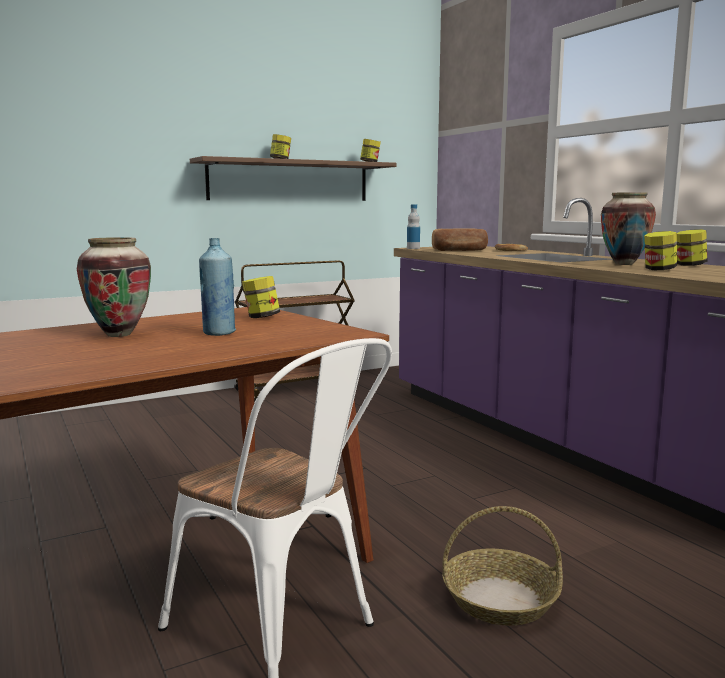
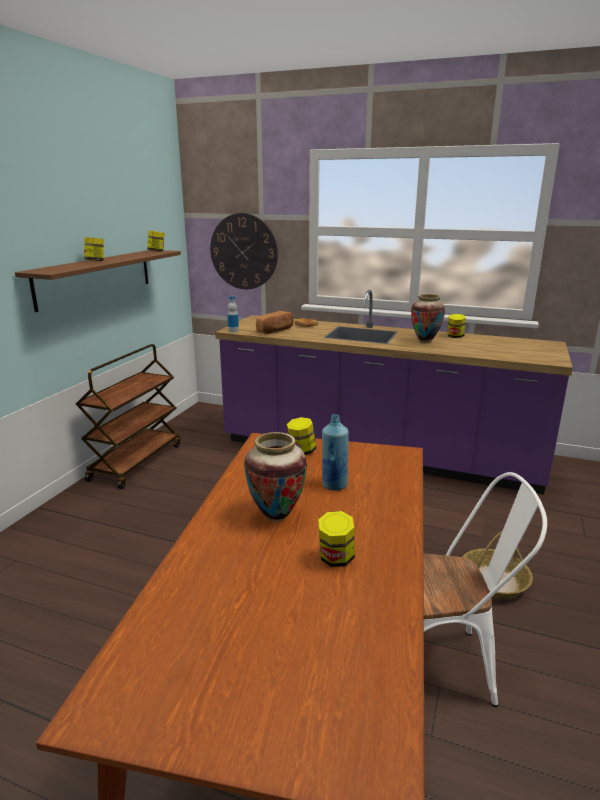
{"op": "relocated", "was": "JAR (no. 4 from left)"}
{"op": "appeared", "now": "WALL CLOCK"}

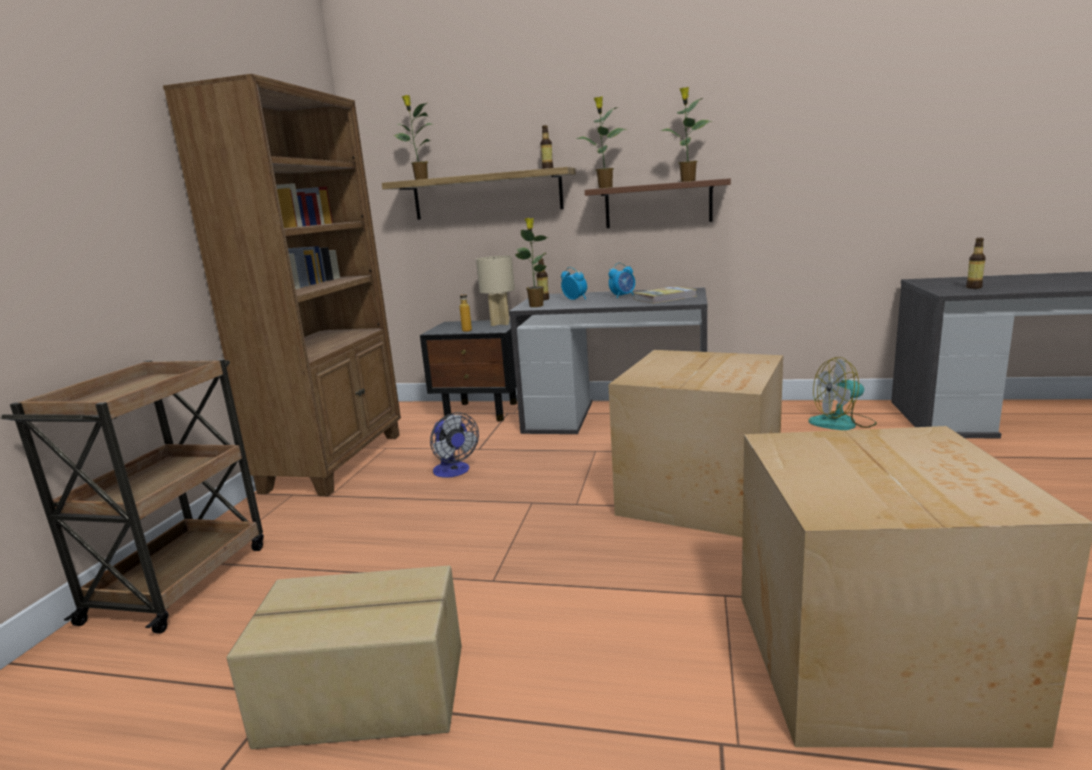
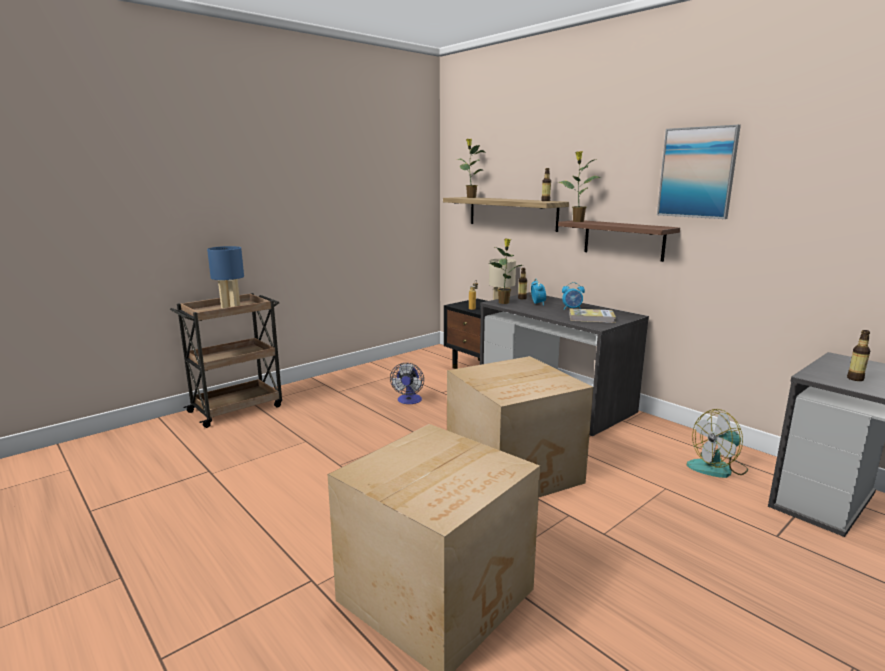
{"op": "missing", "was": "BROWN BOOKCASE"}
{"op": "missing", "was": "CARDBOARD BOX (no. 1 from left)"}
{"op": "missing", "was": "POTTED PLANT (no. 4 from left)"}
{"op": "spun", "was": "FAN (no. 2 from left)", "clockwise": -45}
{"op": "appeared", "now": "BLUE TABLE LAMP"}
{"op": "appeared", "now": "PICTURE"}

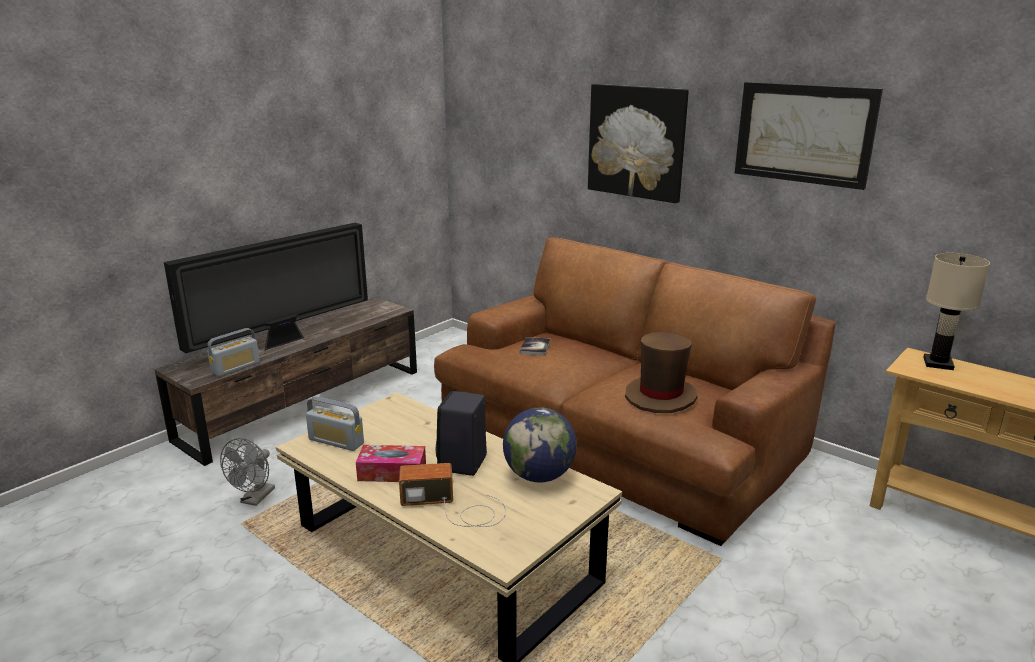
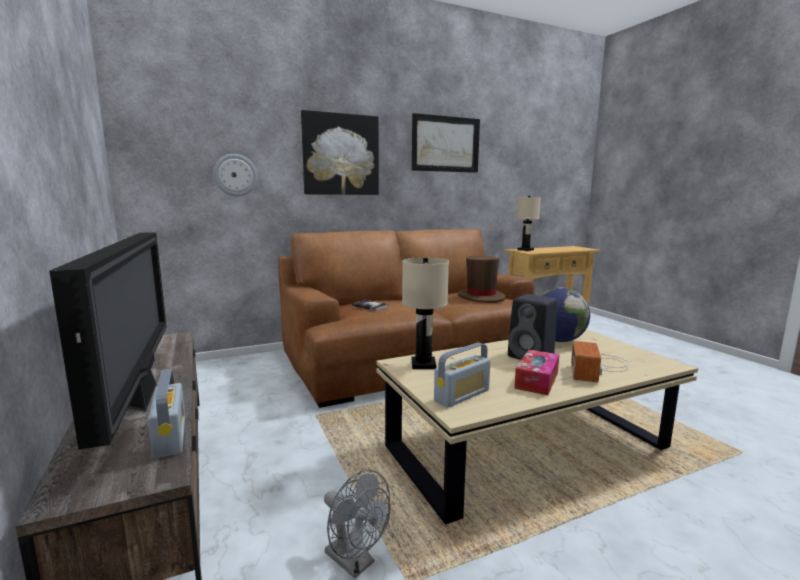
{"op": "appeared", "now": "WALL CLOCK"}
{"op": "appeared", "now": "BEIGE TABLE LAMP (no. 1 from left)"}

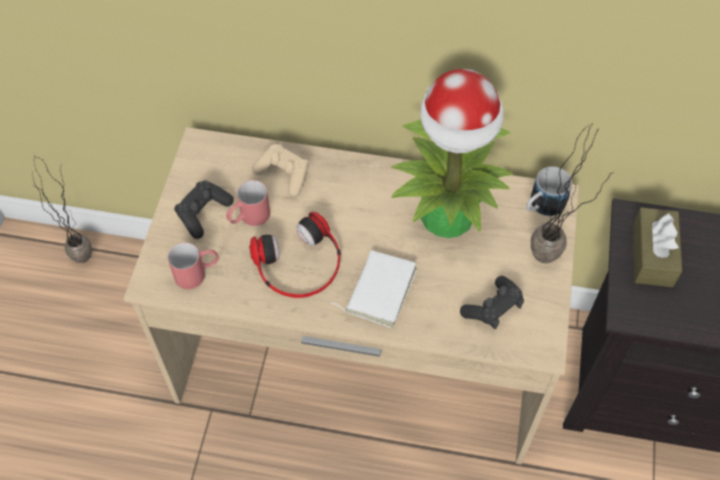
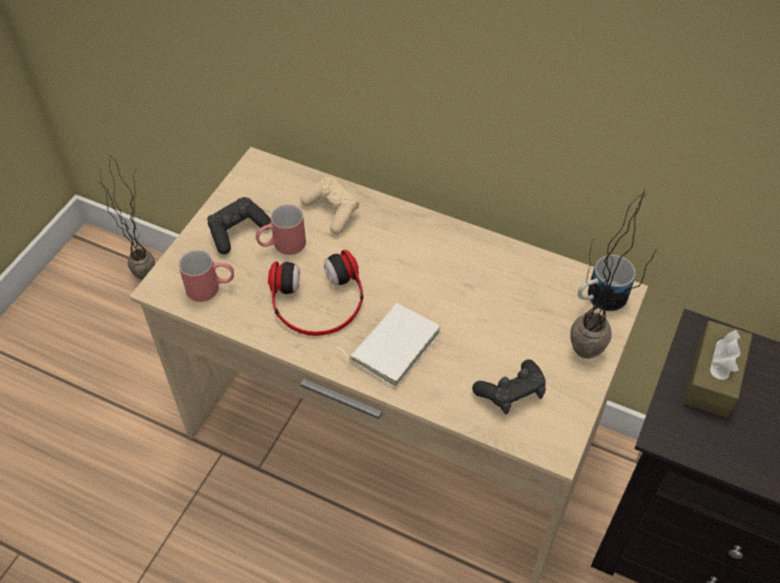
{"op": "missing", "was": "POTTED PLANT (no. 2 from left)"}

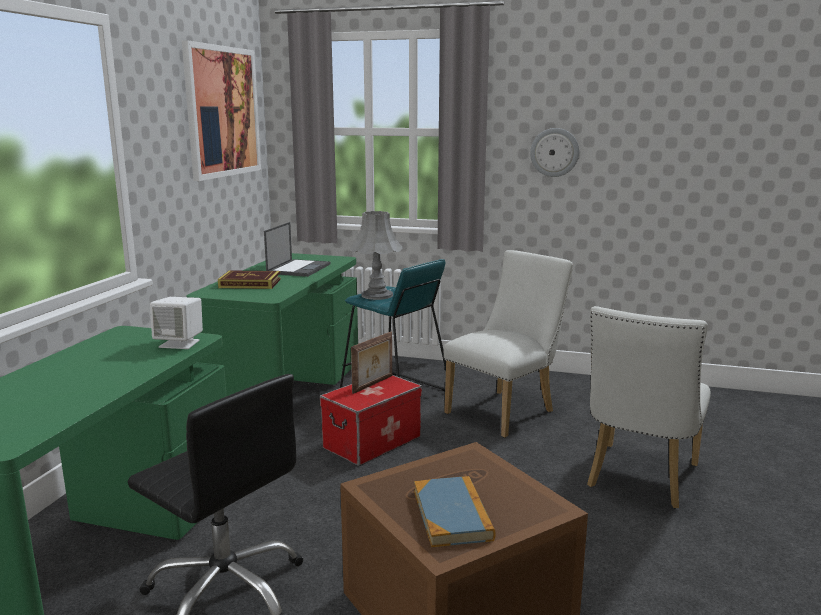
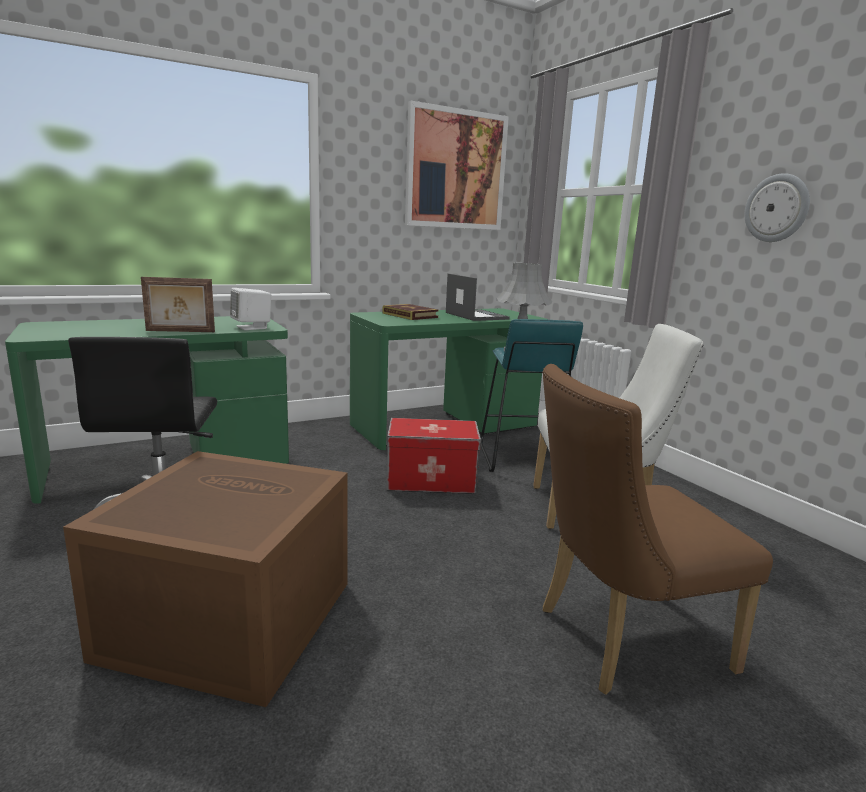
{"op": "spun", "was": "LAPTOP", "clockwise": -90}
{"op": "relocated", "was": "PICTURE FRAME"}
{"op": "missing", "was": "BOOK (no. 2 from left)"}
{"op": "colour", "was": "WHITE CHAIR (no. 2 from left)", "now": "BROWN CHAIR"}

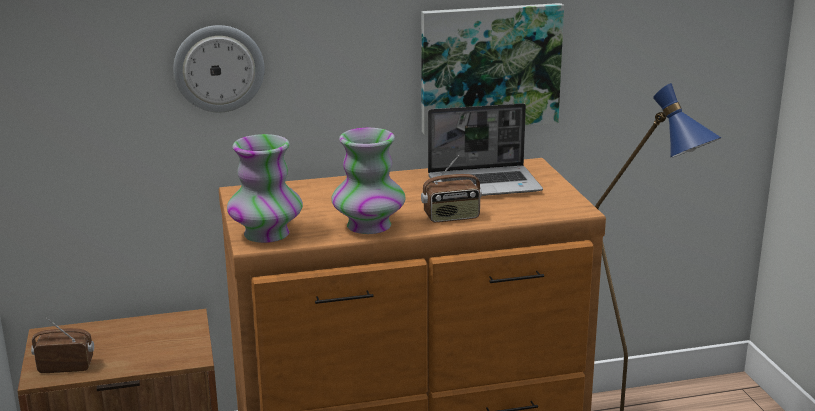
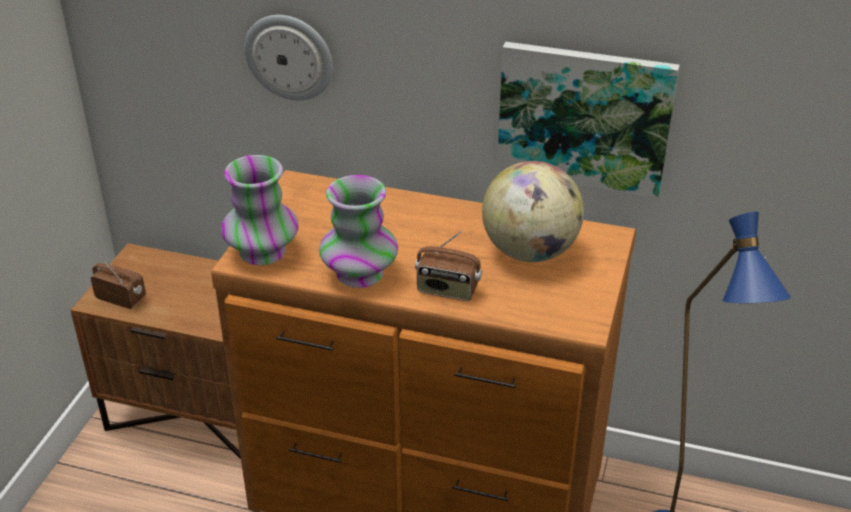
{"op": "exchanged", "was": "LAPTOP", "now": "GLOBE"}

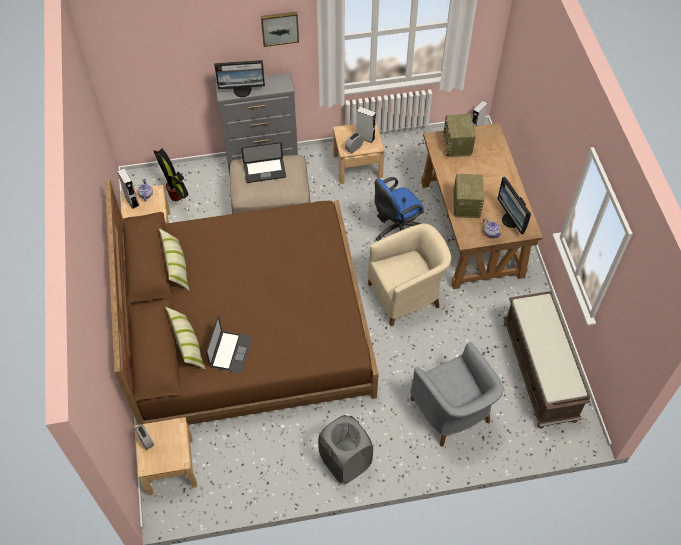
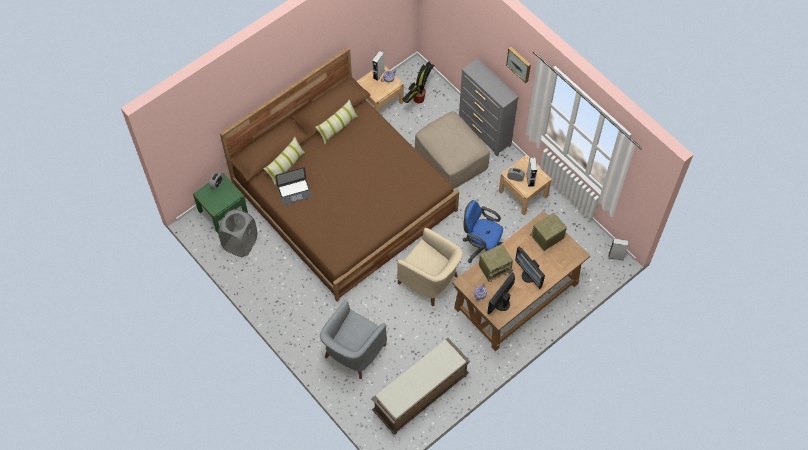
{"op": "colour", "was": "BEIGE NIGHTSTAND (no. 2 from left)", "now": "GREEN NIGHTSTAND"}
{"op": "relocated", "was": "MONITOR (no. 1 from left in the first image)", "now": "MONITOR (no. 2 from left)"}
{"op": "missing", "was": "LAPTOP (no. 2 from left)"}
{"op": "relocated", "was": "GREY LAUNDRY BASKET"}

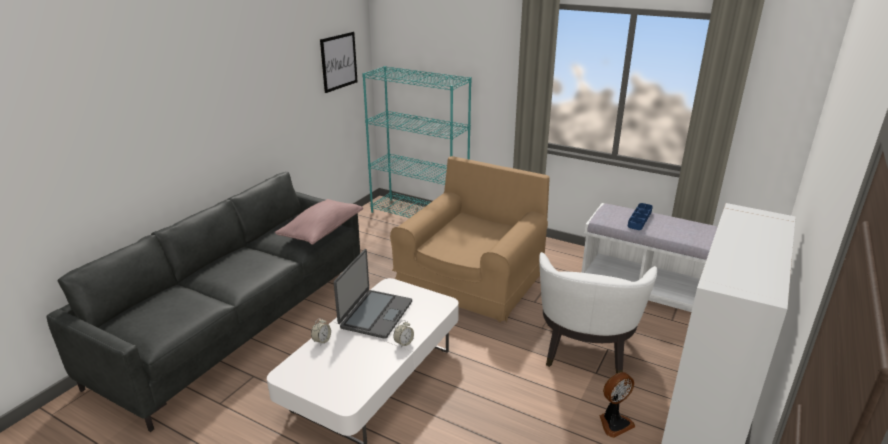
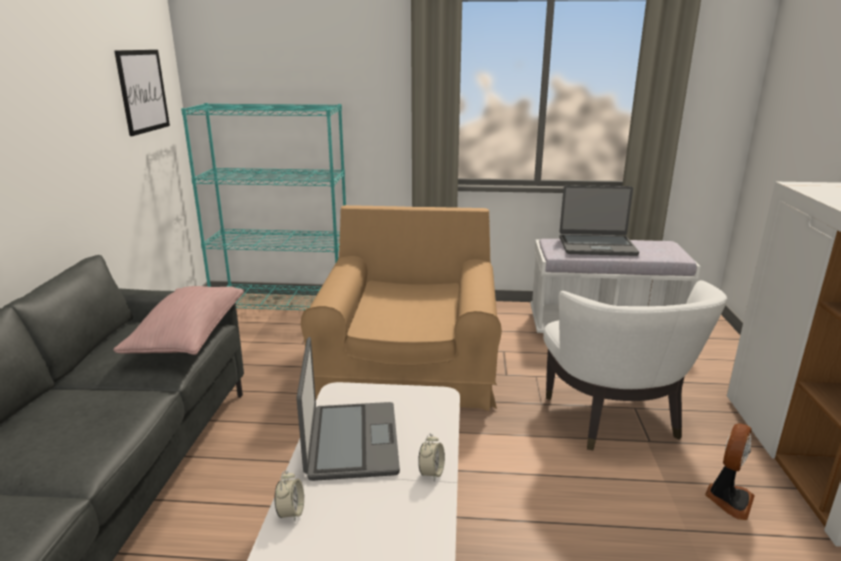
{"op": "exchanged", "was": "BLUE TRAY", "now": "LAPTOP (no. 2 from left)"}

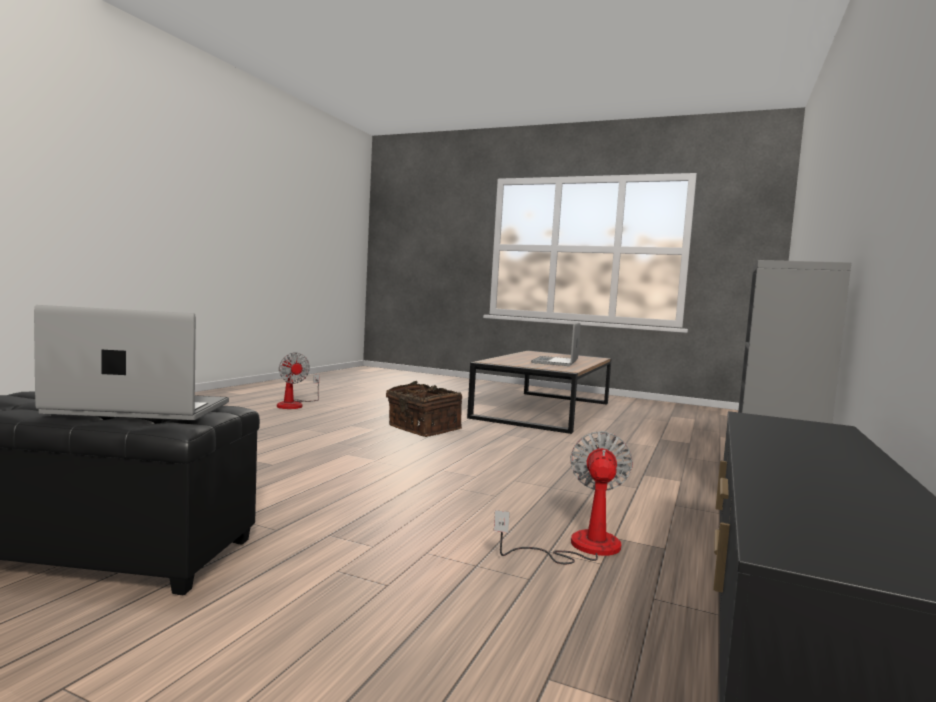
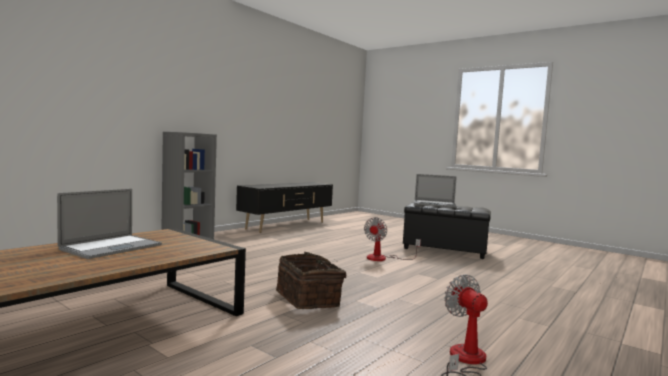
{"op": "relocated", "was": "FAN (no. 2 from left in the first image)", "now": "FAN (no. 1 from left)"}

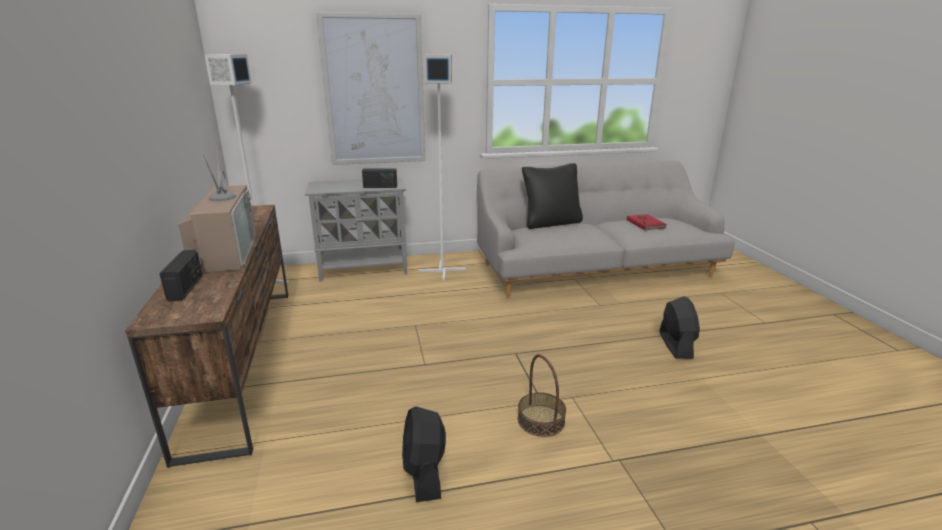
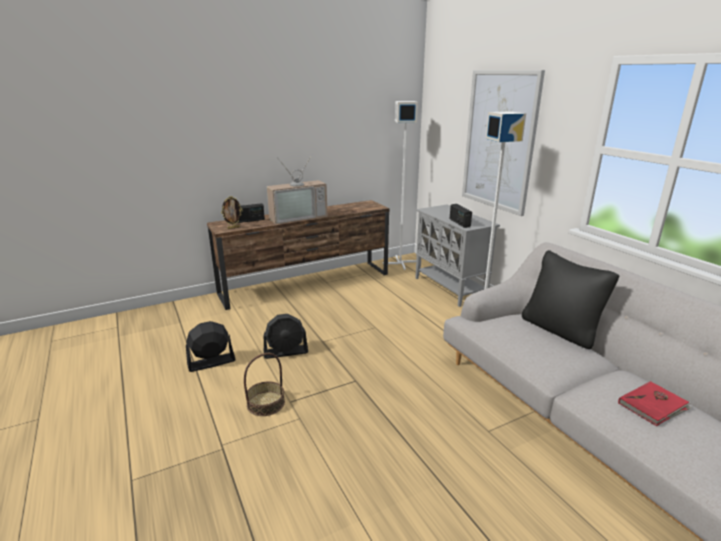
{"op": "relocated", "was": "BLACK FAN (no. 2 from left)"}
{"op": "appeared", "now": "PICTURE FRAME"}

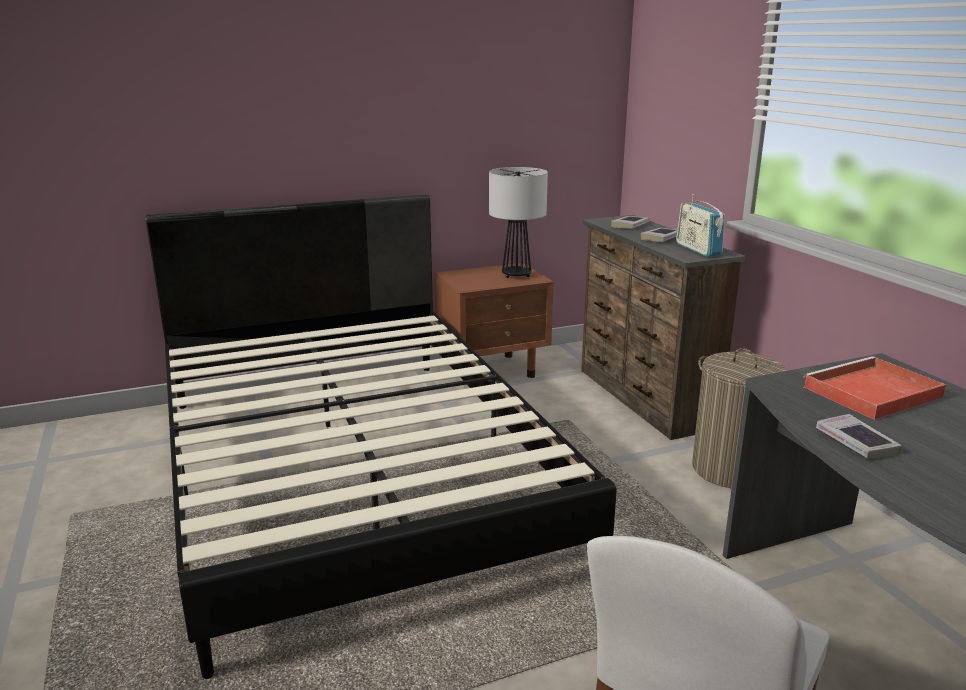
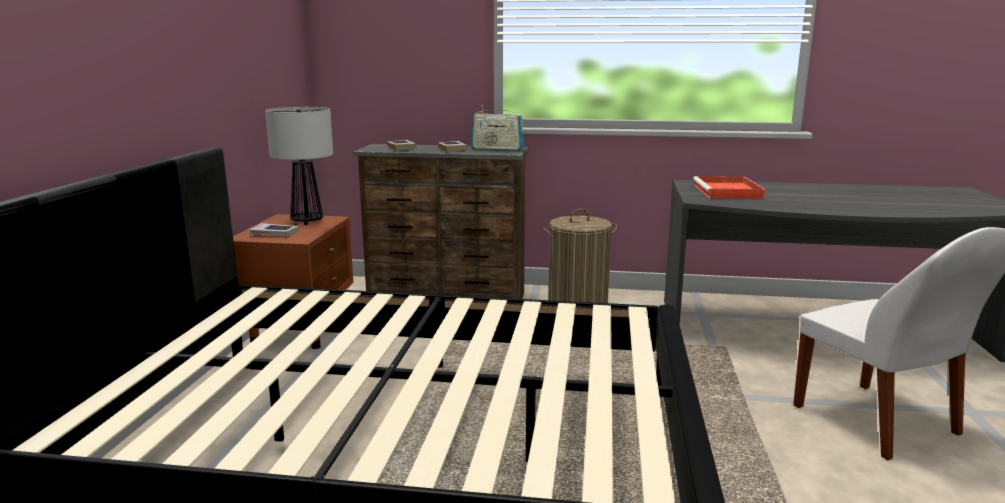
{"op": "relocated", "was": "BOOK (no. 3 from left in the first image)", "now": "BOOK (no. 1 from left)"}

